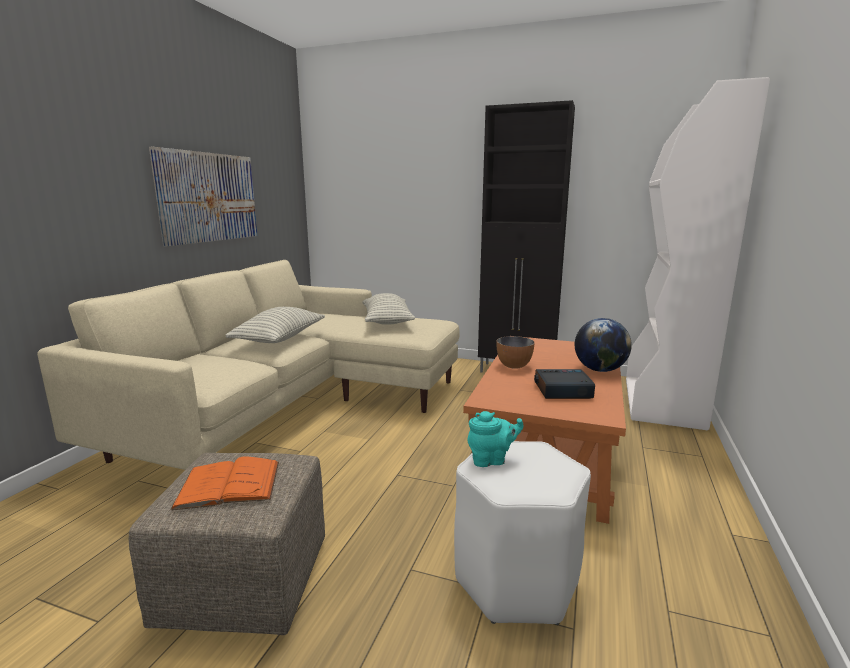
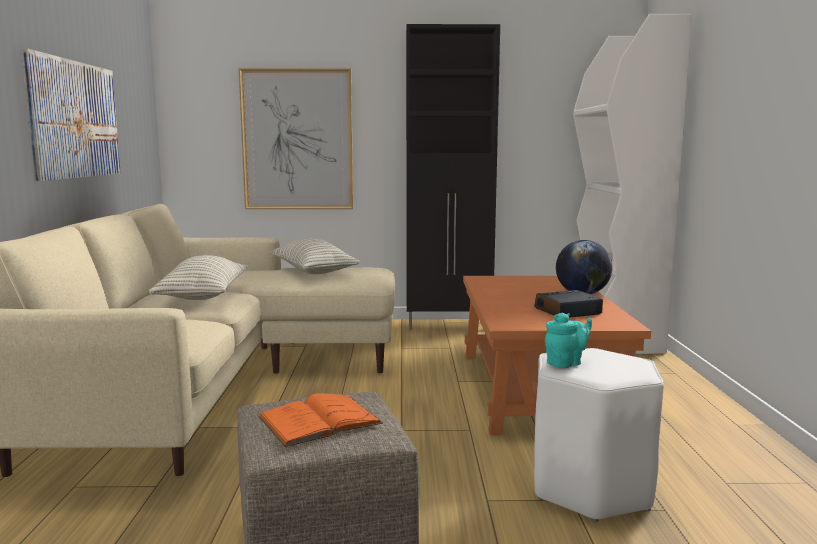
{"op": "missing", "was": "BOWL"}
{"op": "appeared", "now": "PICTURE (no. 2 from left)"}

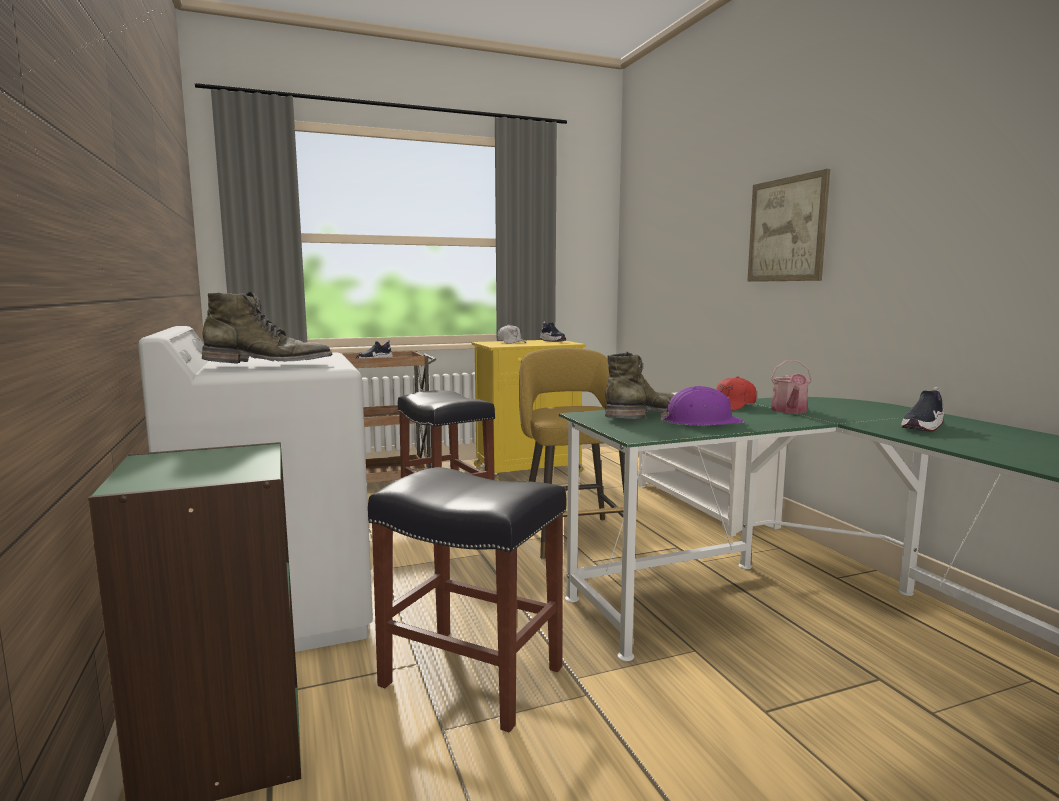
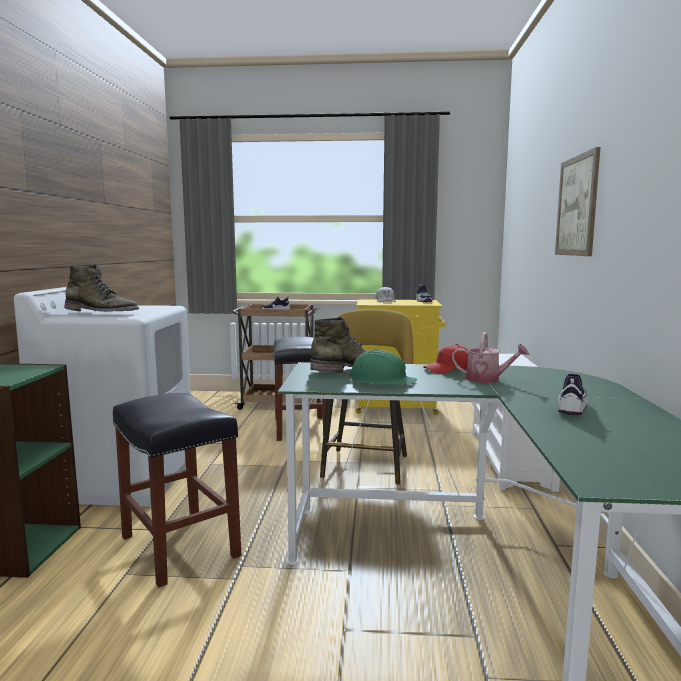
{"op": "colour", "was": "PURPLE HARD HAT", "now": "GREEN HARD HAT"}
{"op": "spun", "was": "WATERING CAN", "clockwise": -105}
{"op": "spun", "was": "SHOE (no. 3 from left)", "clockwise": 135}

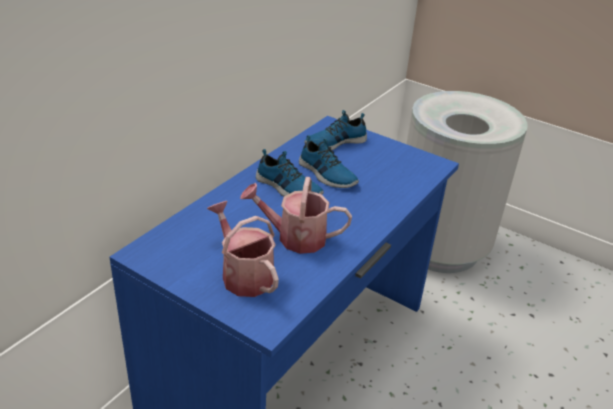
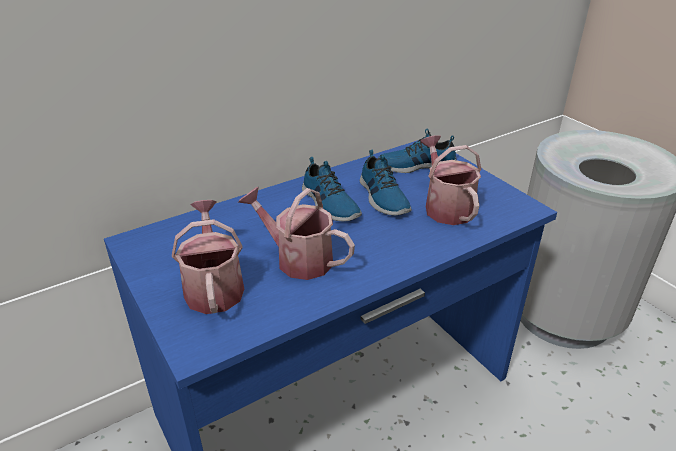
{"op": "appeared", "now": "WATERING CAN (no. 3 from left)"}

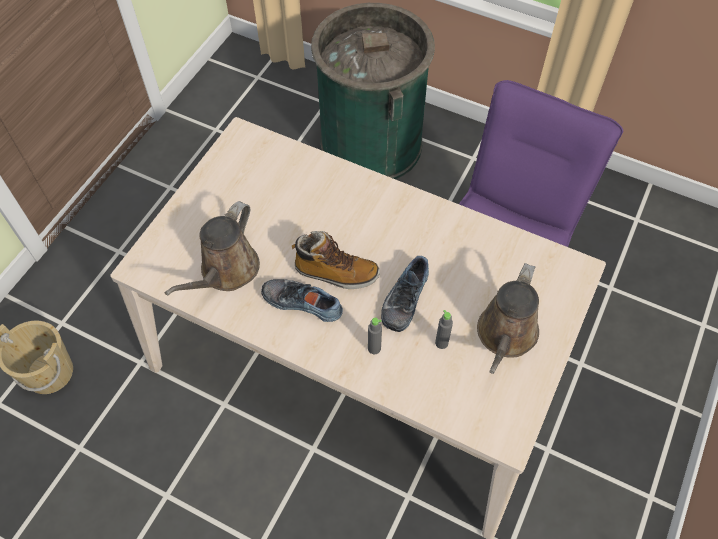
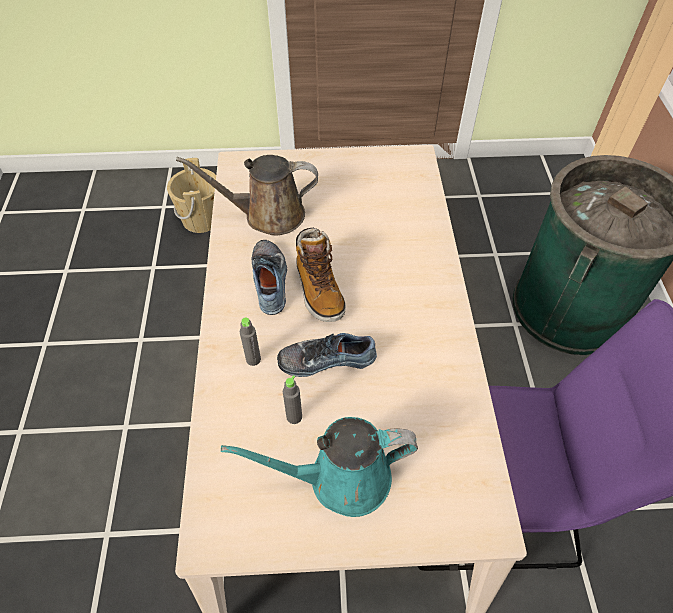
{"op": "colour", "was": "BROWN WATERING CAN (no. 2 from left)", "now": "TURQUOISE WATERING CAN"}

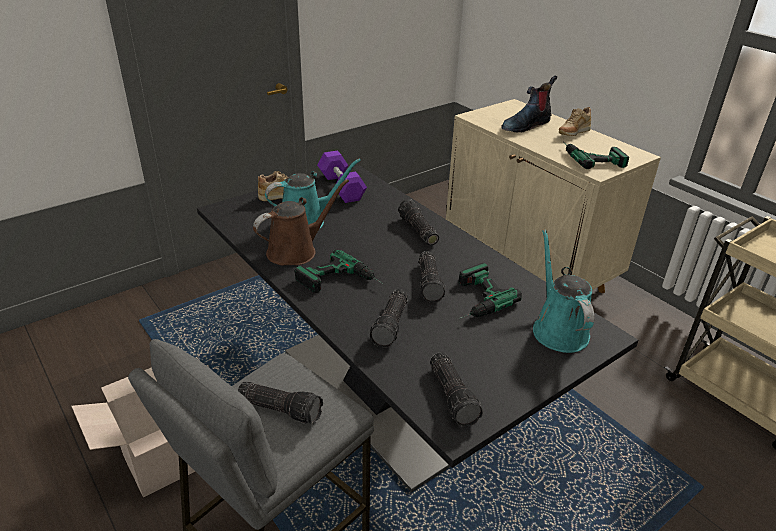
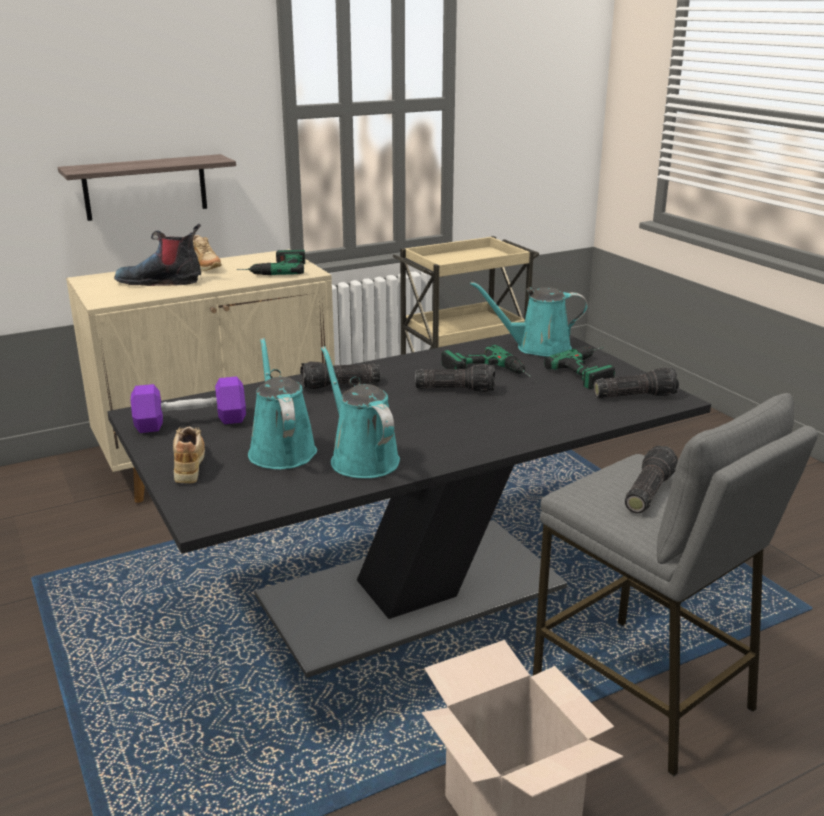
{"op": "colour", "was": "BROWN WATERING CAN", "now": "TURQUOISE WATERING CAN (no. 2 from left)"}
{"op": "relocated", "was": "POWER DRILL (no. 1 from left in the first image)", "now": "POWER DRILL (no. 3 from left)"}
{"op": "missing", "was": "FLASHLIGHT (no. 2 from left)"}
{"op": "spun", "was": "BOOT", "clockwise": 120}
{"op": "appeared", "now": "SHELF"}

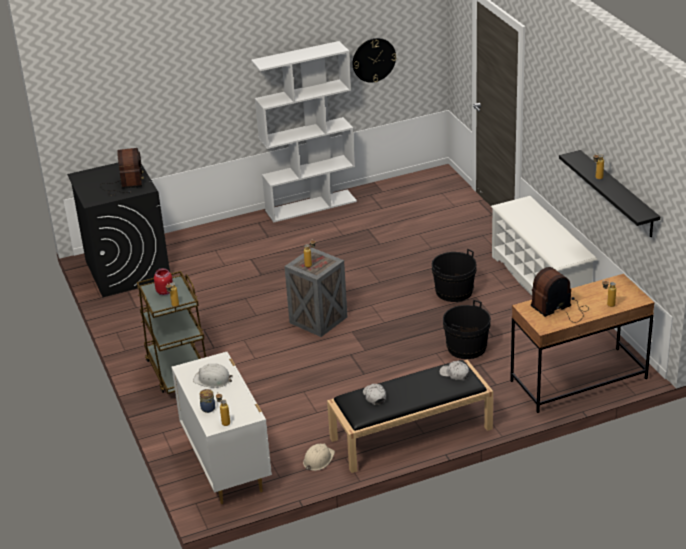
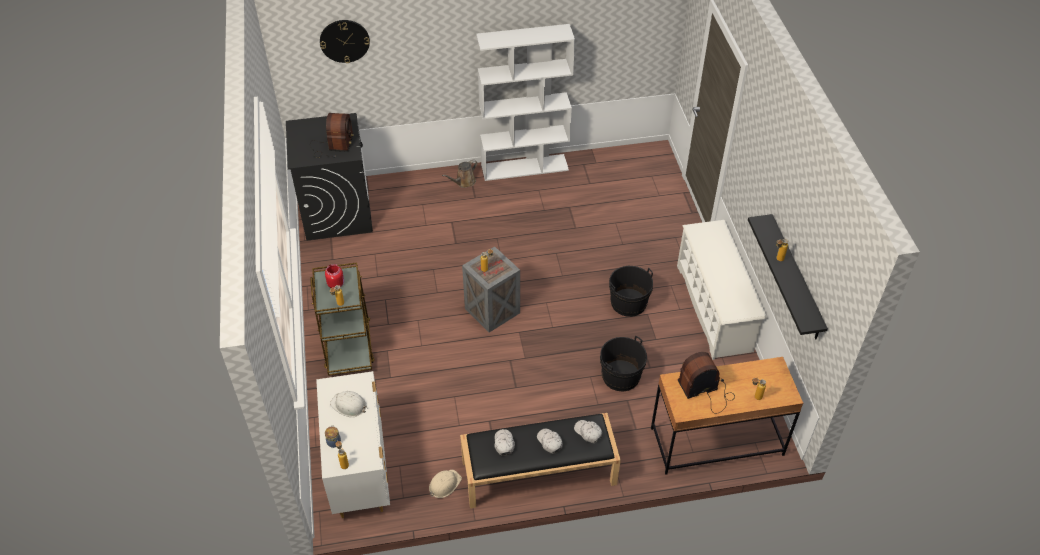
{"op": "relocated", "was": "WALL CLOCK"}
{"op": "appeared", "now": "BROWN WATERING CAN"}
{"op": "appeared", "now": "WHITE CAP (no. 2 from left)"}

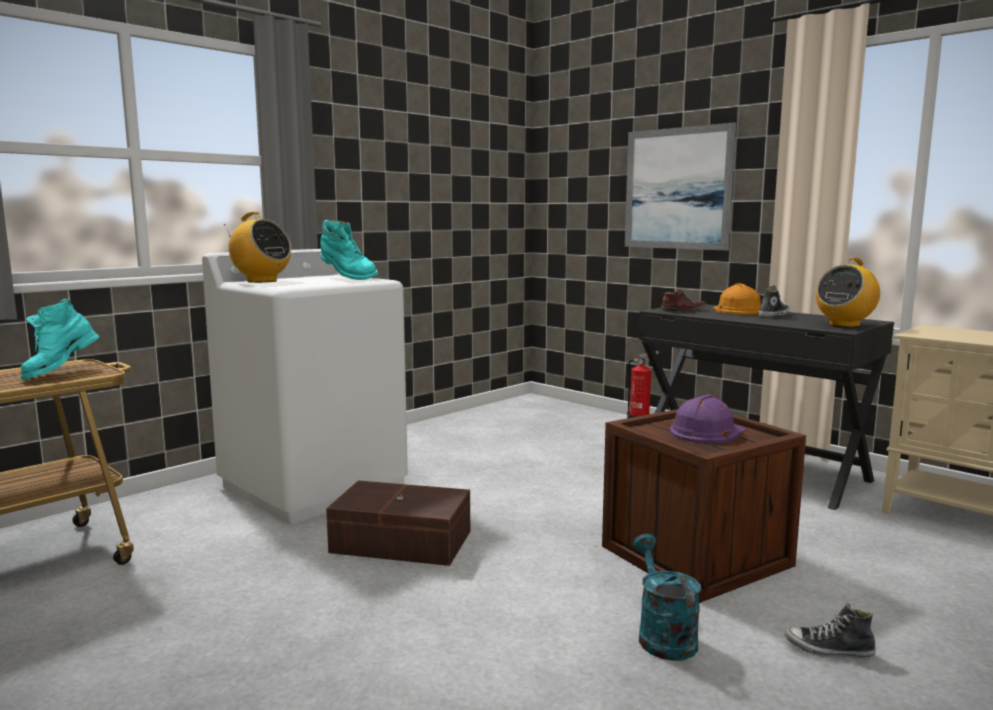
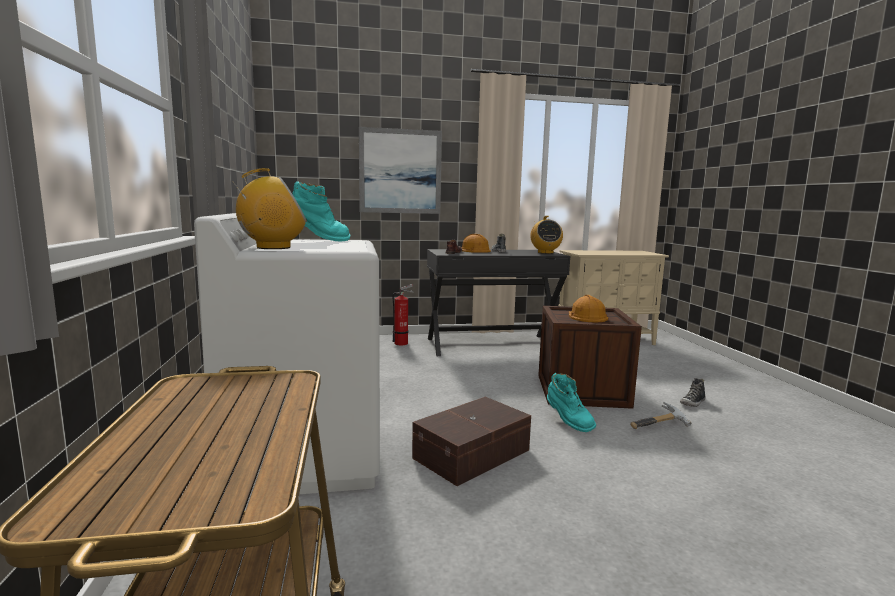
{"op": "relocated", "was": "TURQUOISE BOOT (no. 1 from left in the first image)", "now": "TURQUOISE BOOT (no. 2 from left)"}
{"op": "exchanged", "was": "TURQUOISE WATERING CAN", "now": "HAMMER"}
{"op": "colour", "was": "PURPLE HARD HAT", "now": "ORANGE HARD HAT (no. 2 from left)"}

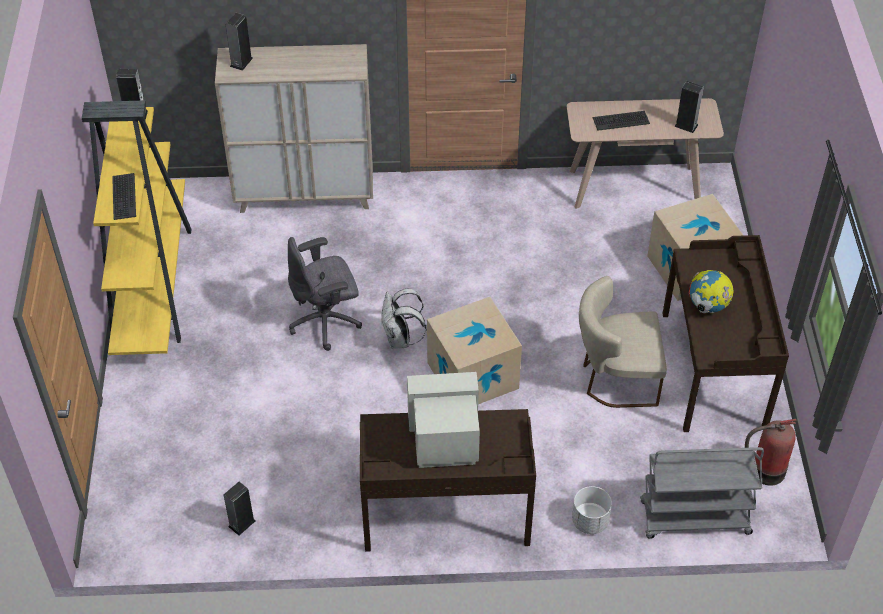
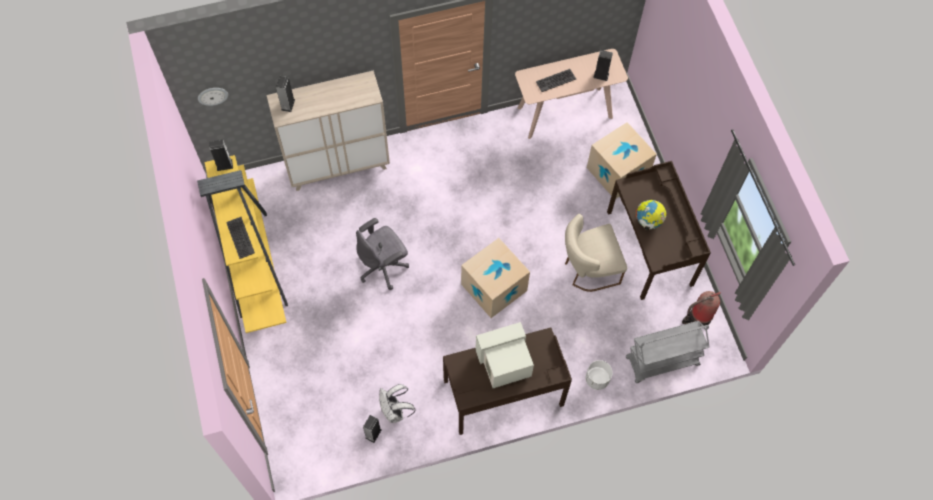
{"op": "relocated", "was": "WHITE BACKPACK"}
{"op": "appeared", "now": "WALL CLOCK"}

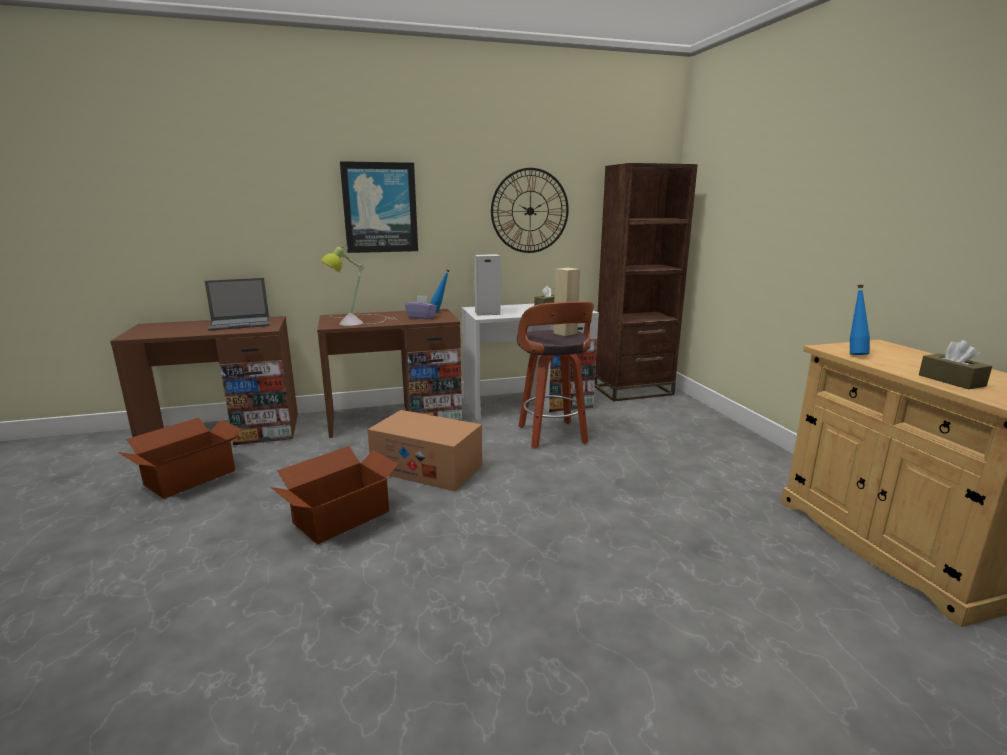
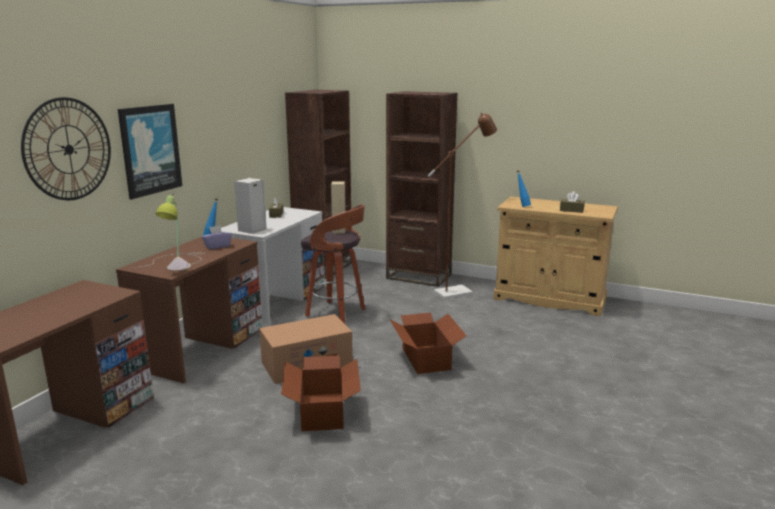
{"op": "relocated", "was": "CARDBOARD BOX (no. 1 from left in the first image)", "now": "CARDBOARD BOX (no. 3 from left)"}
{"op": "missing", "was": "LAPTOP"}
{"op": "relocated", "was": "WALL CLOCK"}
{"op": "appeared", "now": "BROWN BOOKCASE (no. 2 from left)"}
{"op": "appeared", "now": "BROWN FLOOR LAMP"}

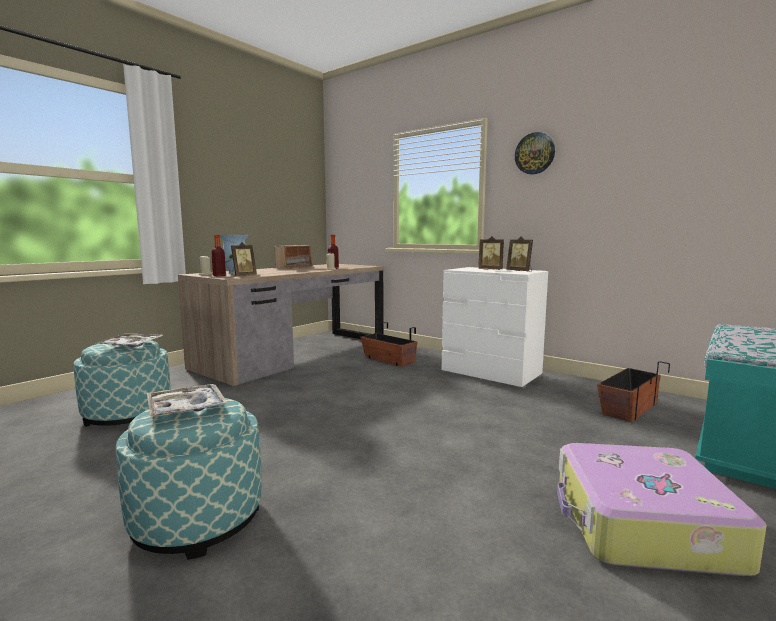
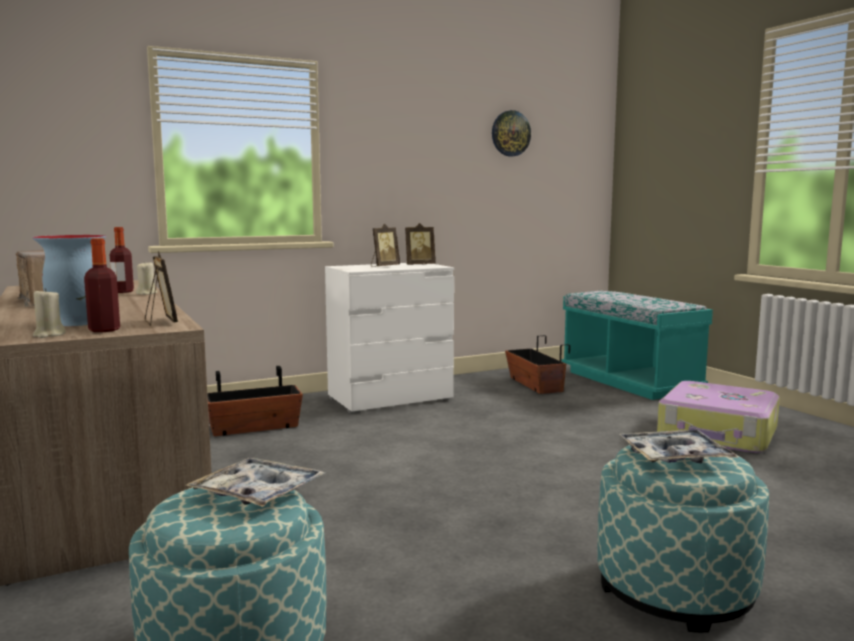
{"op": "relocated", "was": "WALL CLOCK"}

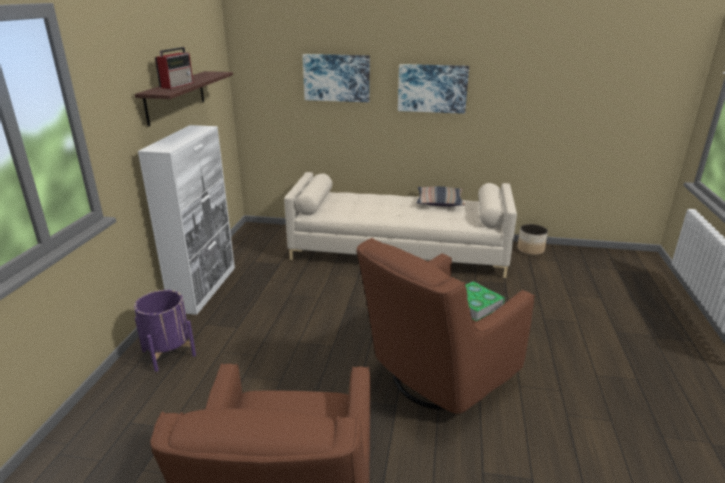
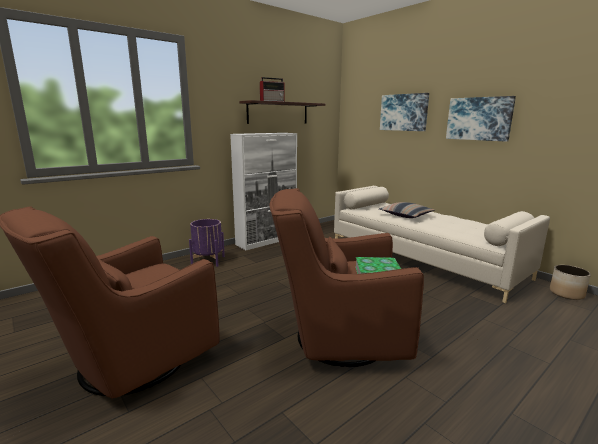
{"op": "relocated", "was": "PILLOW"}

